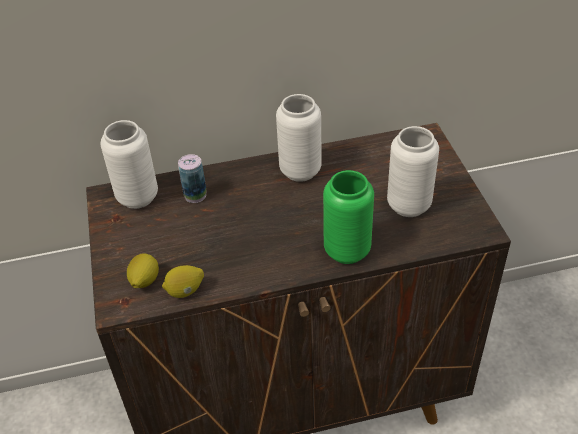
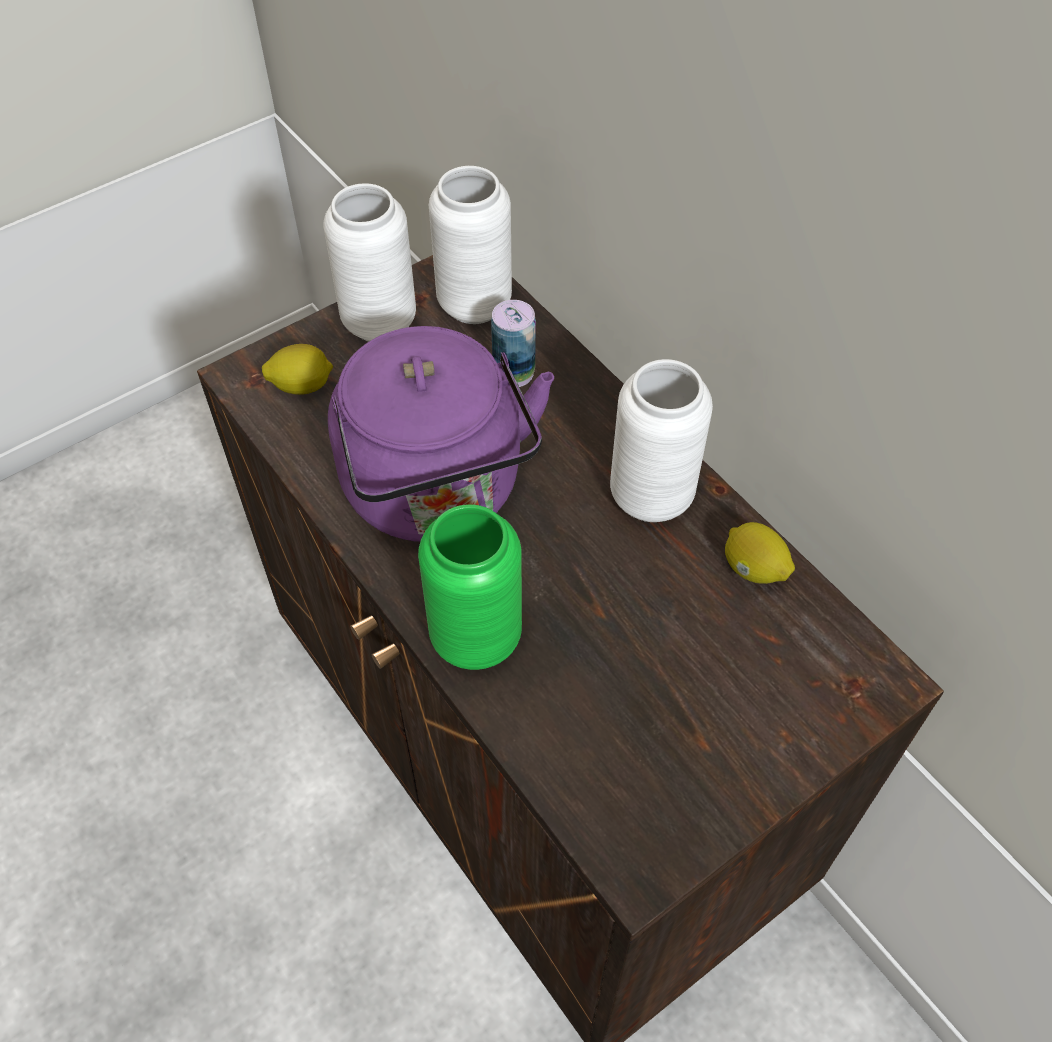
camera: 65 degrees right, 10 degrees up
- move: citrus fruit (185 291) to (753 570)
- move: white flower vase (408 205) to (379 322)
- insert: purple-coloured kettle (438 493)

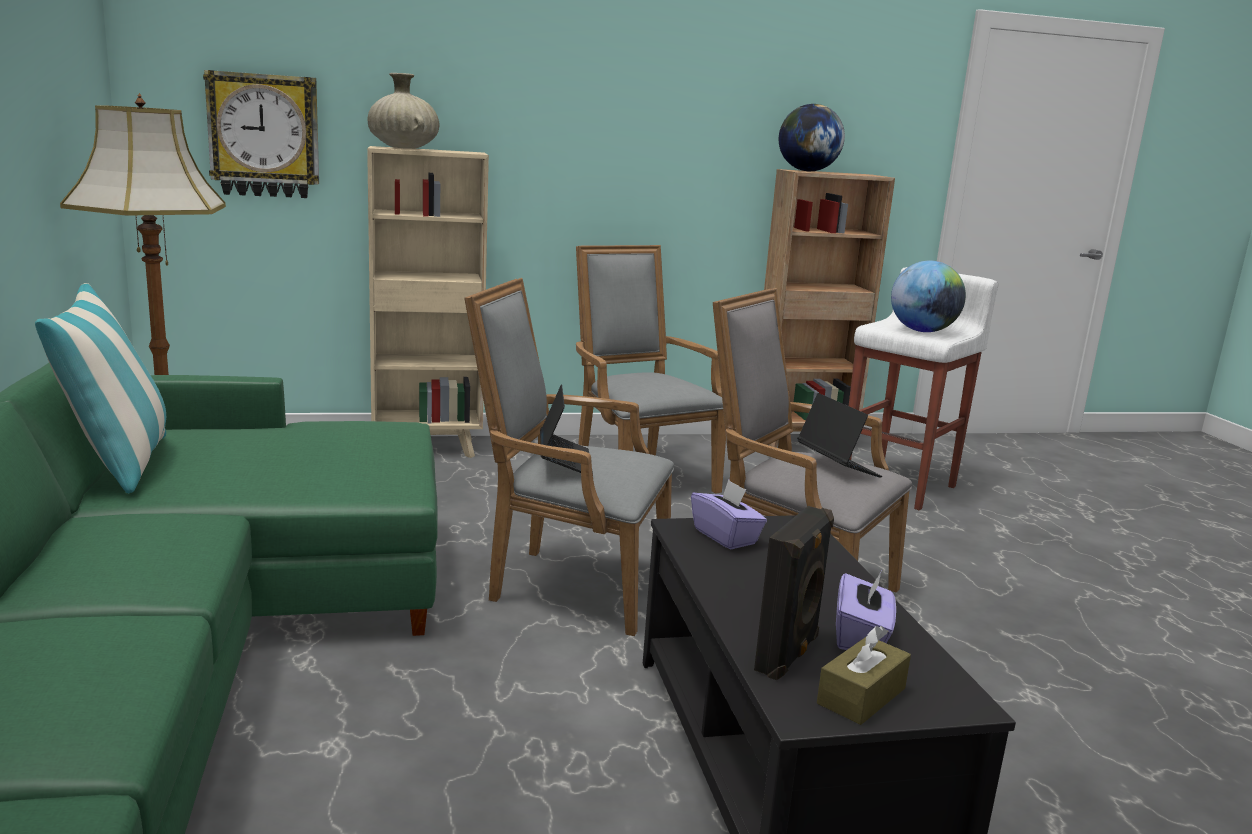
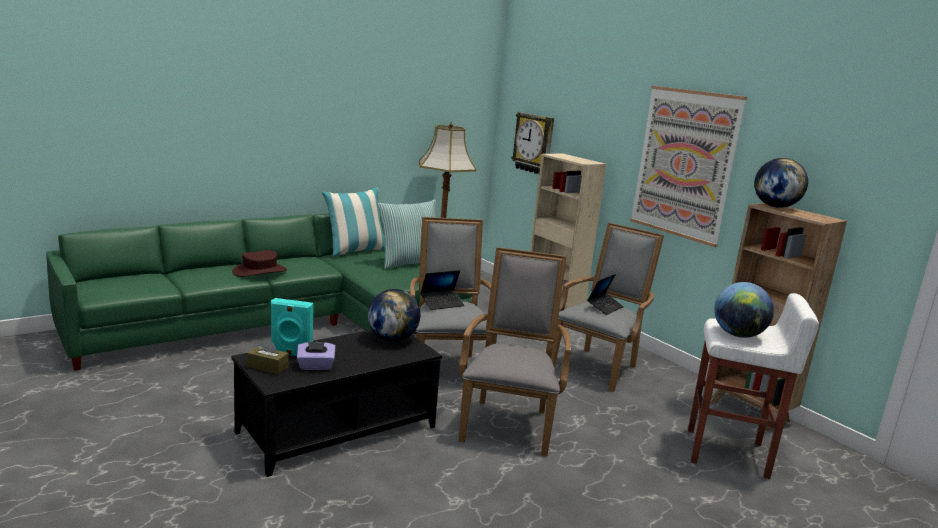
camera: 65 degrees right, 0 degrees up
- delete: beige-coloured flower vase (403 148)
- replace: purple-coloured tissue box (726 536) to world globe (392 339)
- recolor: black-coloured speaker (789 655) to turquoise-coloured speaker (291 354)
- move: notebook computer (837 466) to (604 307)
- insert: brown-coloured hat (259 271)
- insert: cushion (408 263)
- insert: picture (684 164)

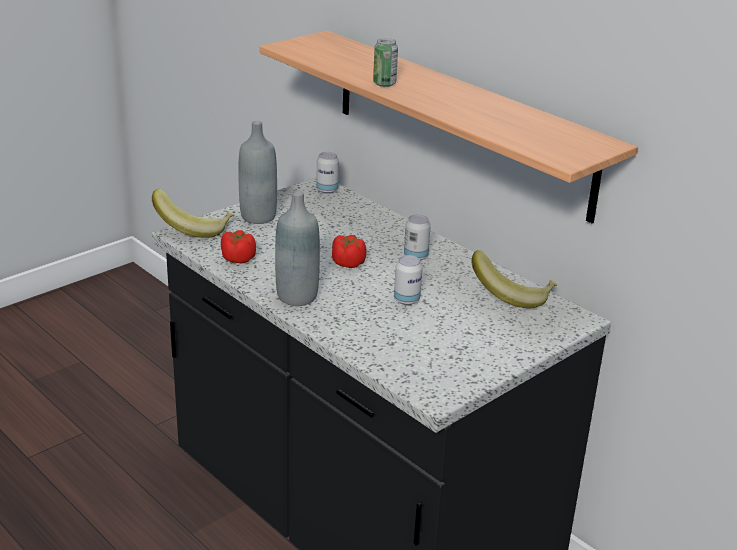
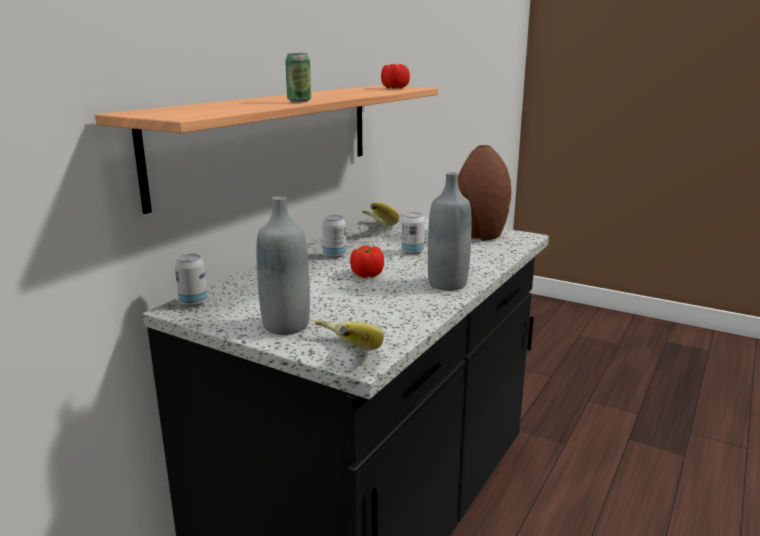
camera: 105 degrees left, 10 degrees down
- move: whole tomato (238 259) to (395 88)
- insert: brown-coloured flower vase (480 235)

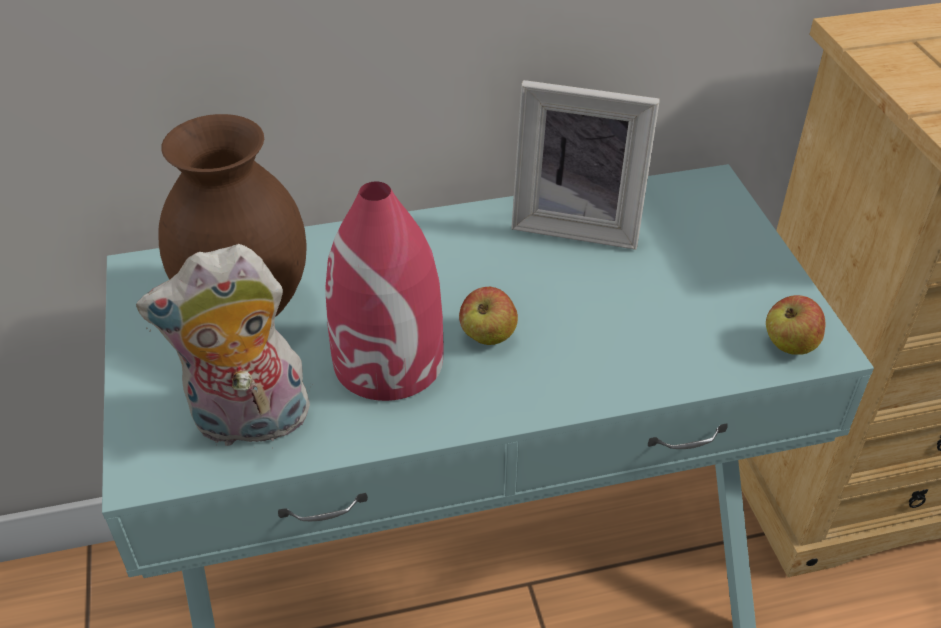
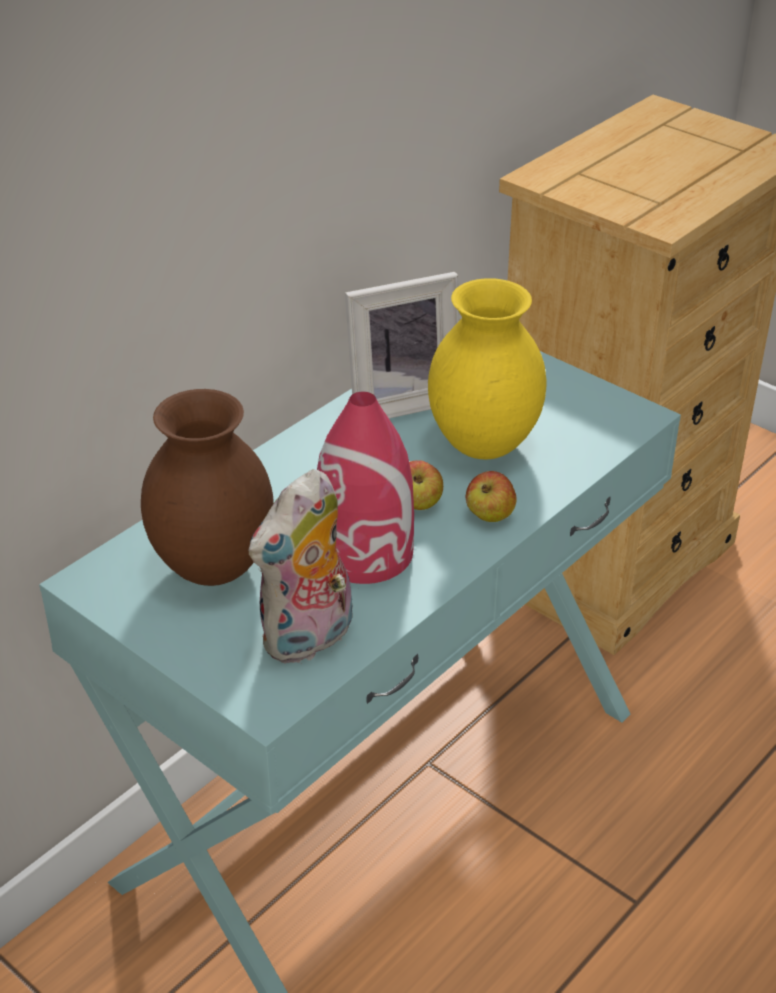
camera: 35 degrees left, 5 degrees down
- move: whole apple (790 344) to (490 515)
- insert: yellowish flower vase (484 447)

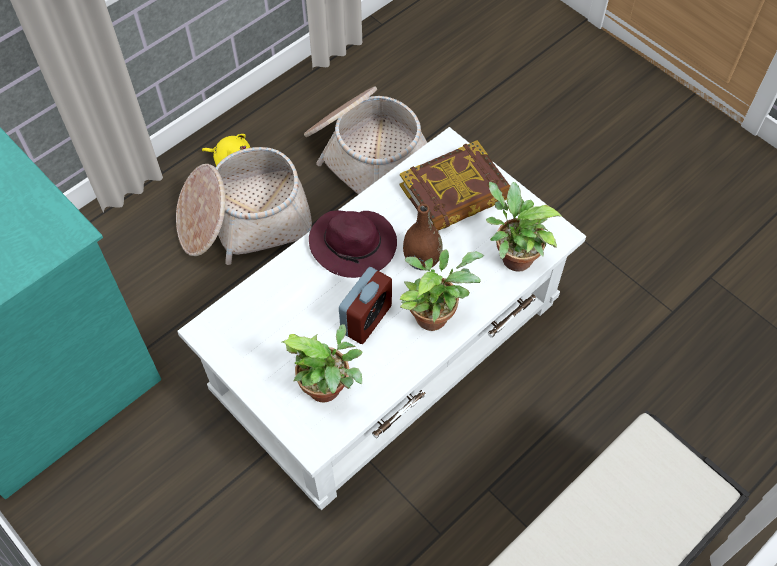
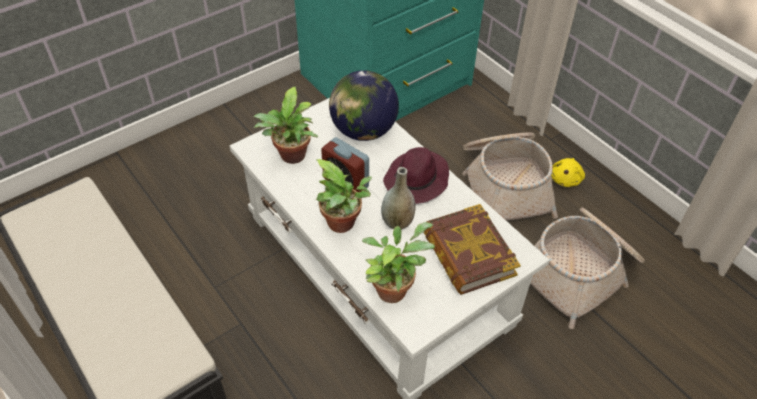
camera: 95 degrees right, 10 degrees down
- recolor: brown-coloured flower vase (422 260) to gray flower vase (397 222)
- insert: world globe (364 131)

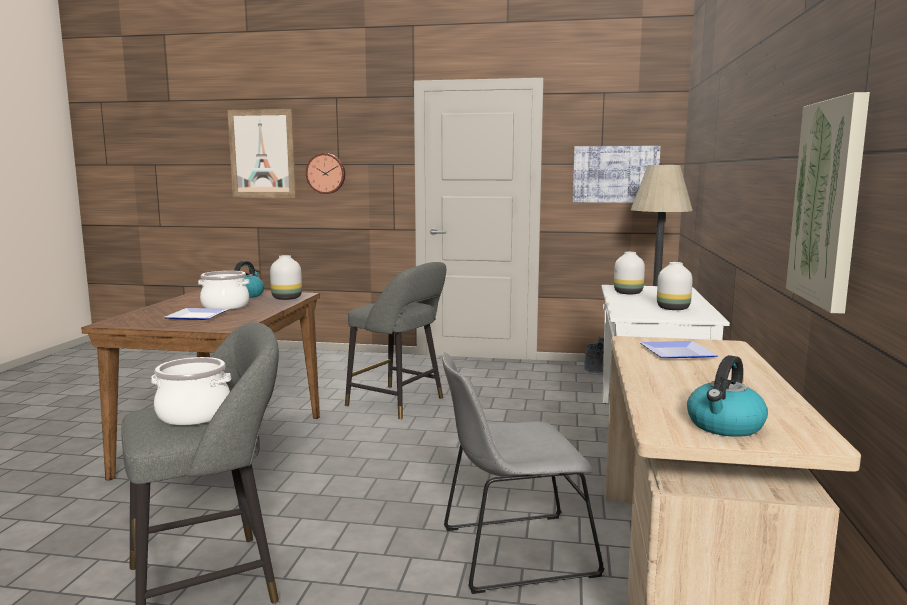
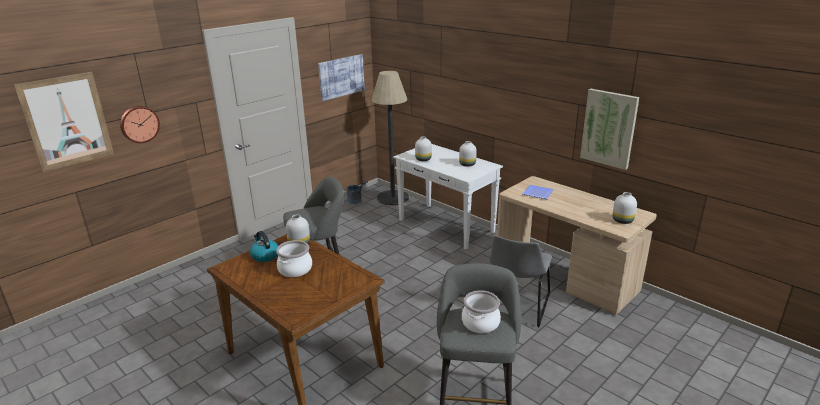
camera: 55 degrees left, 15 degrees up
- delete: plate (199 316)
- replace: kettle (725 426) to white flower vase (622 220)

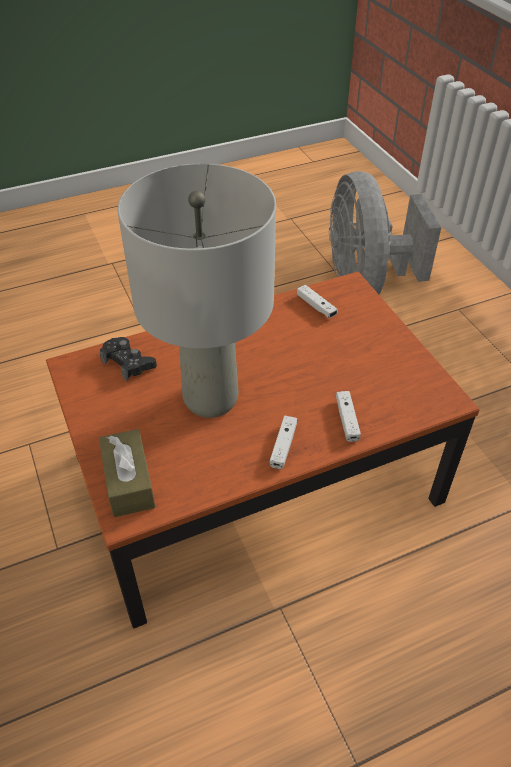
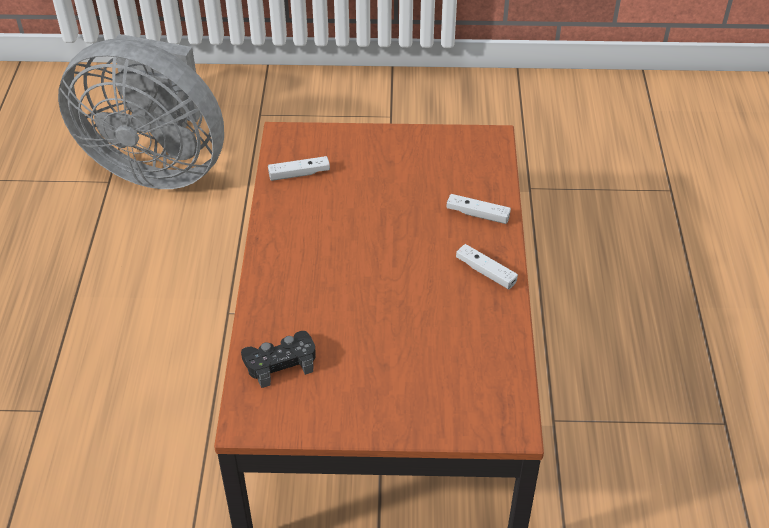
camera: 65 degrees left, 0 degrees up
- delete: brown-coloured tissue box (128 481)
- delete: gray tabletop lamp (209 398)

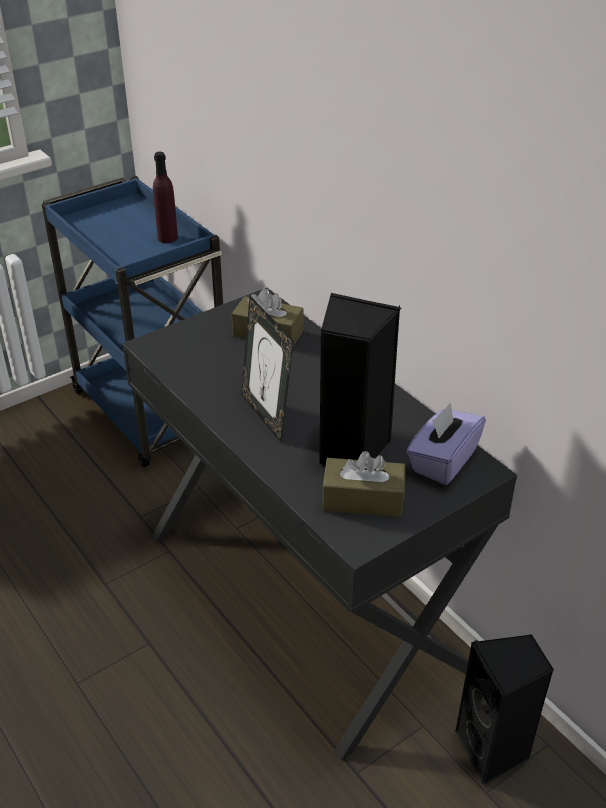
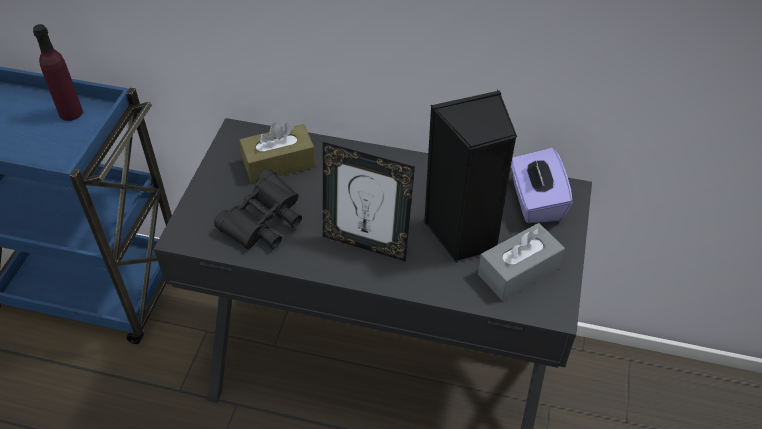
camera: 40 degrees left, 10 degrees up
- recolor: brown-coloured tissue box (363 499) to gray tissue box (518 271)
- delete: black-coloured speaker (494 750)
- insert: black-coloured pair of binoculars (264 224)

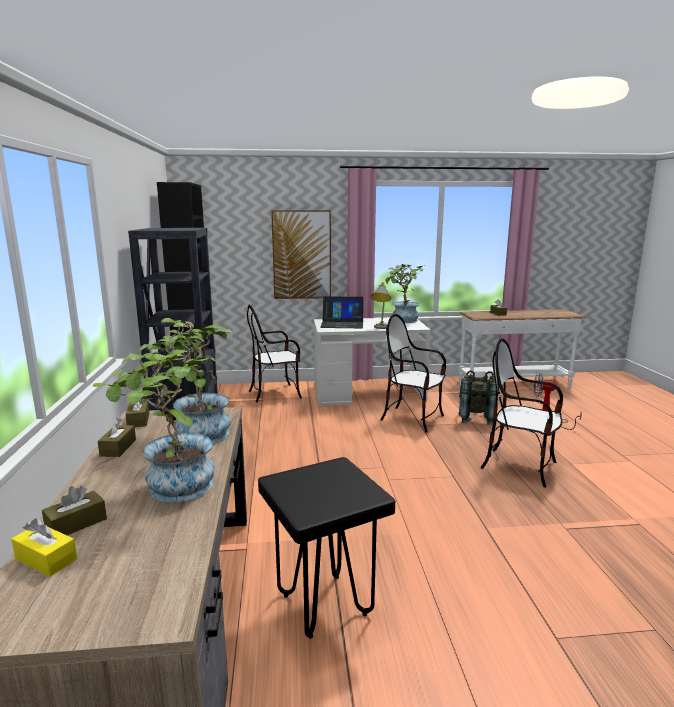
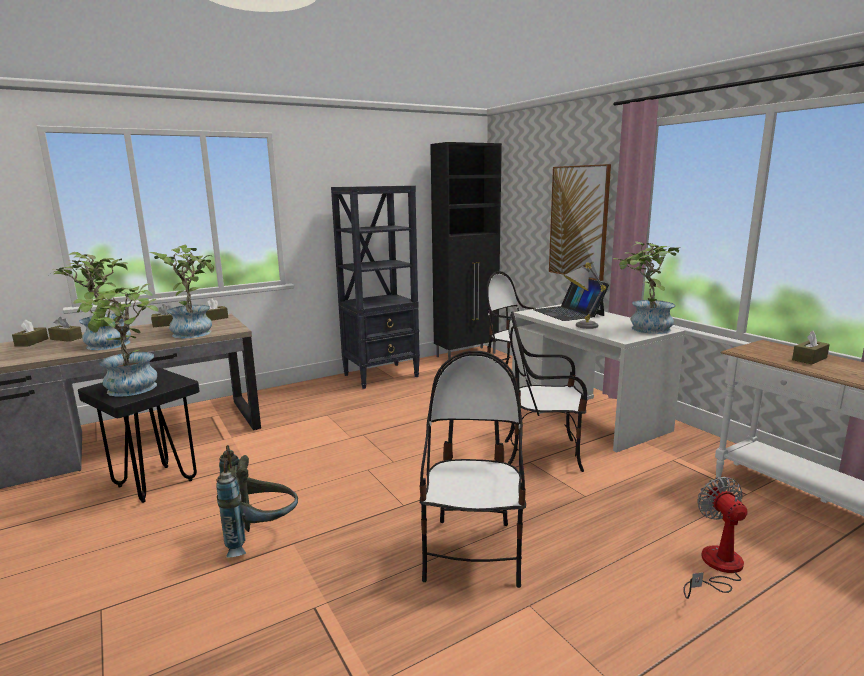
camera: 65 degrees right, 0 degrees up
- recolor: yellowish tissue box (46 559) to brown-coloured tissue box (31 342)
- rotate: upright chair (413 419) = (543 454) 90 degrees counterclockwise
- move: gray knapsack (474 418) to (261 537)
- insert: houseplant (131 390)

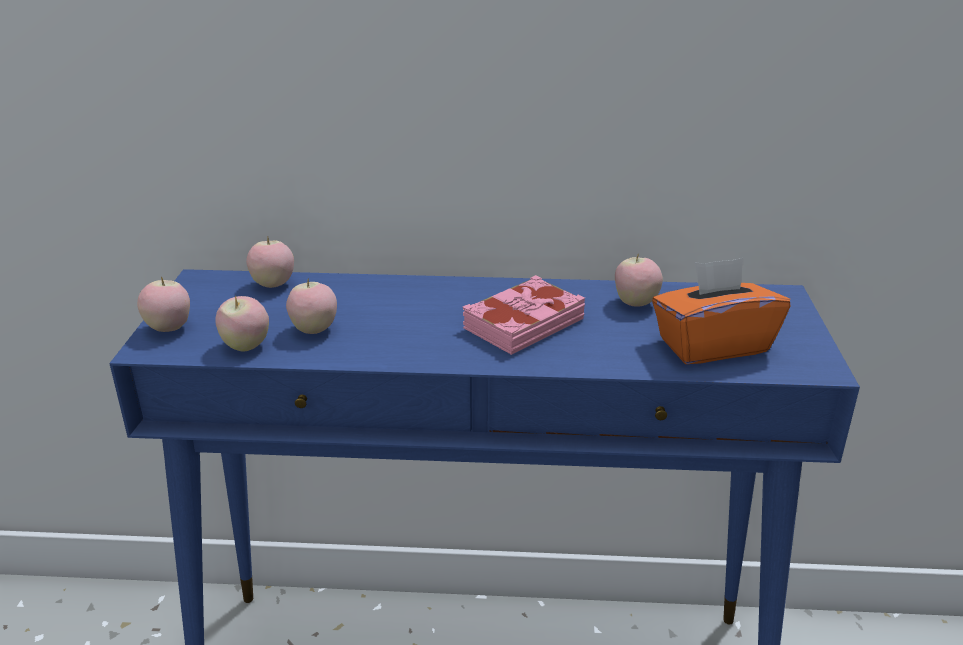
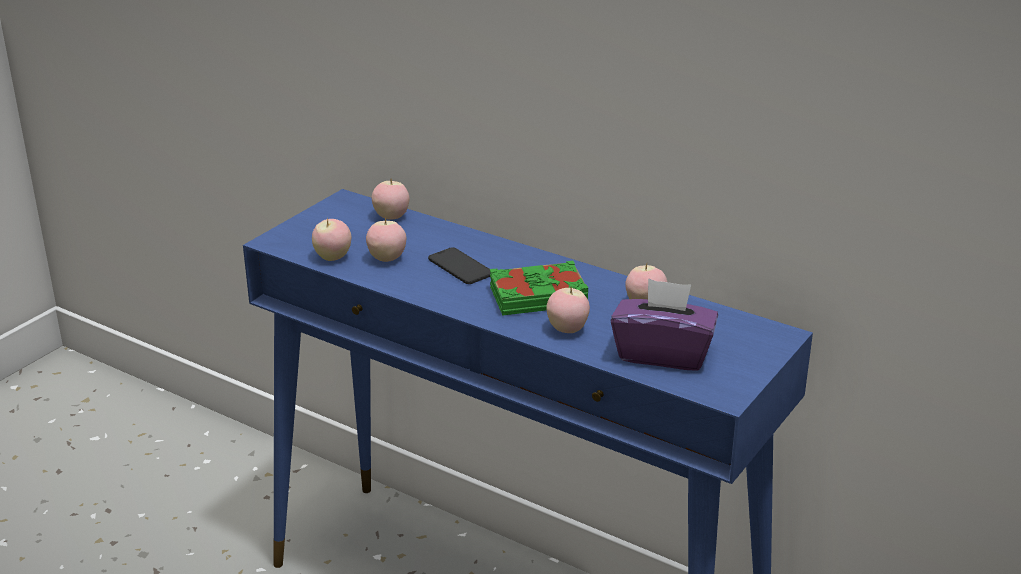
camera: 30 degrees right, 0 degrees up
- move: whole apple (169 328) to (567 330)
- recolor: pink-coloured bound book (522 323) to greenish bound book (537 296)
- recolor: orange tissue box (712 345) to purple-coloured tissue box (663 354)
- insert: phone (460 267)

